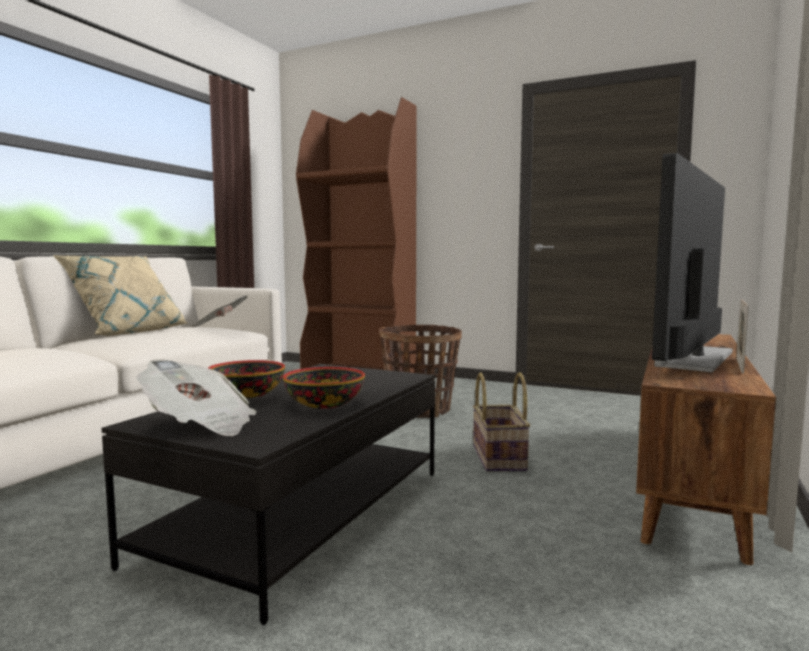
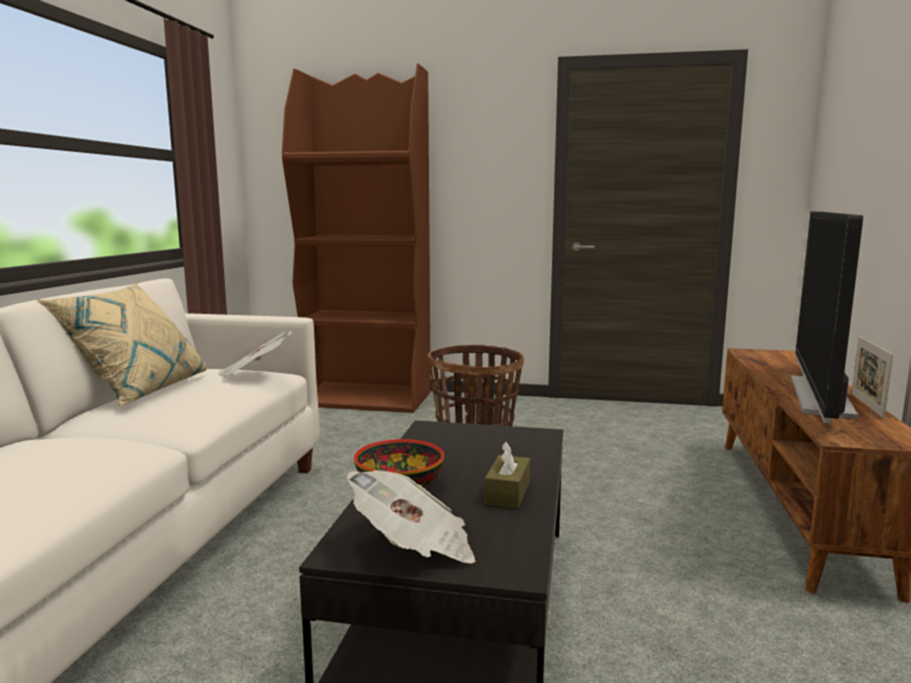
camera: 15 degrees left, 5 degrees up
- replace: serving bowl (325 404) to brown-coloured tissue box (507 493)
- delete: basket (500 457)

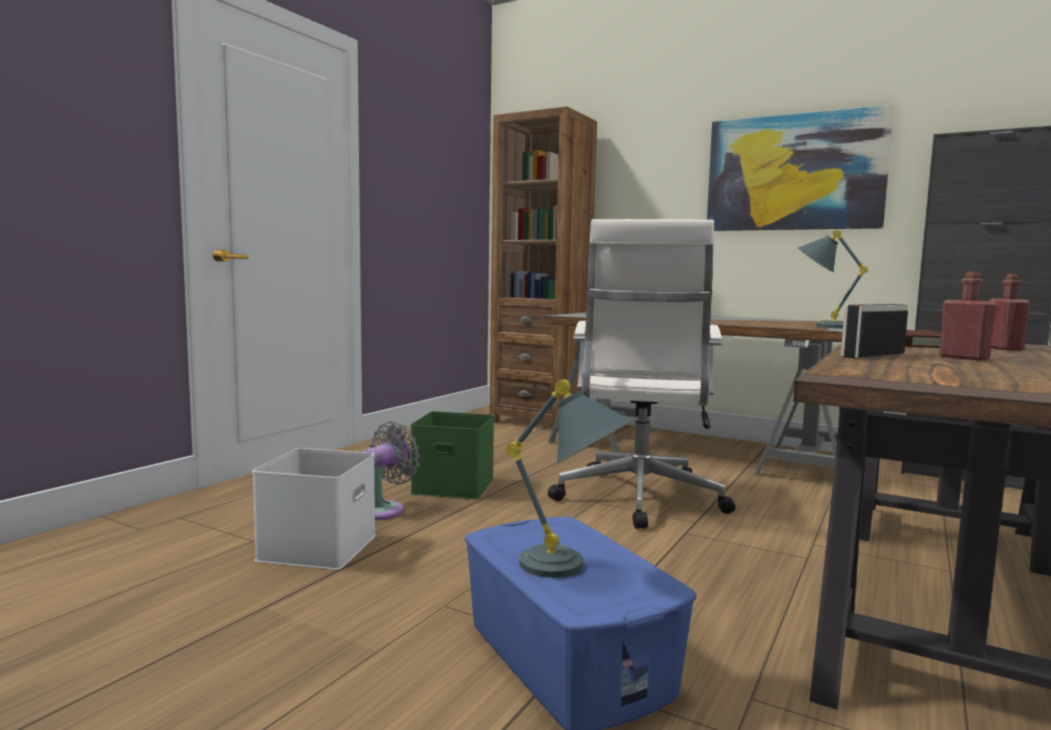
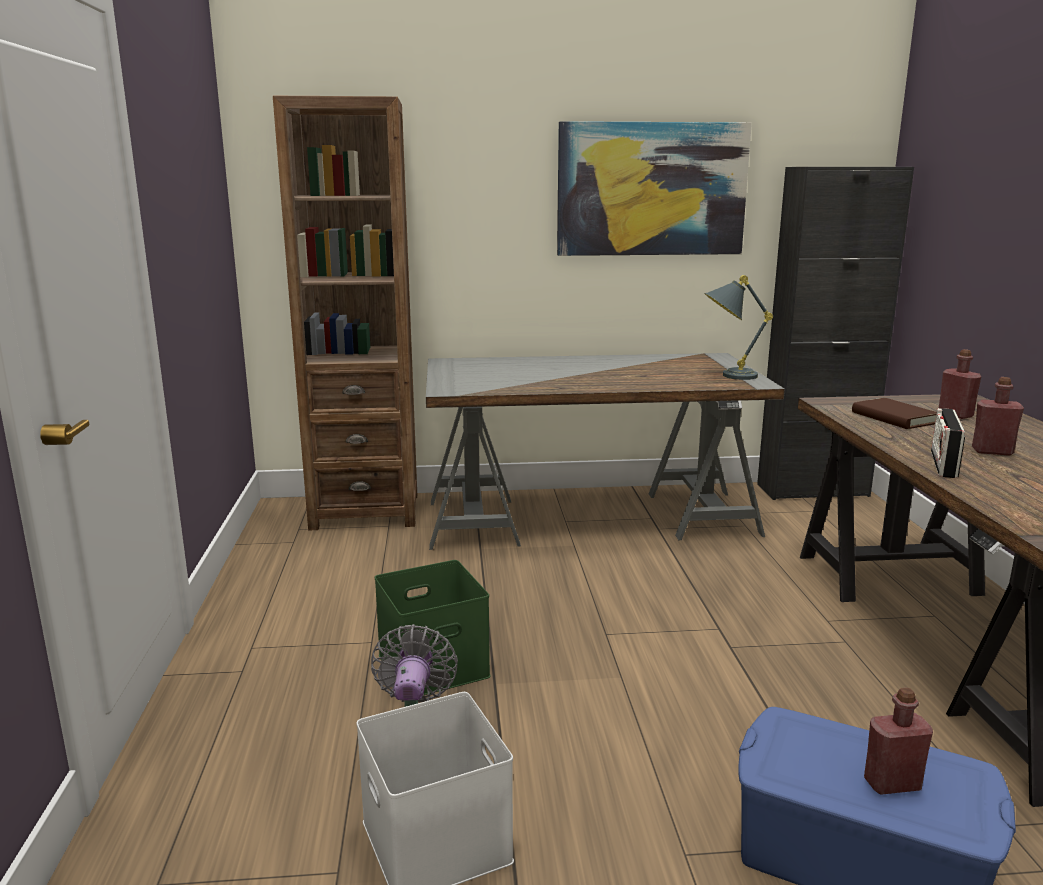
camera: 35 degrees left, 10 degrees up
- replace: gray tabletop lamp (573 569) to red-coloured beverage bottle (892 784)
- delete: white office chair (638 499)

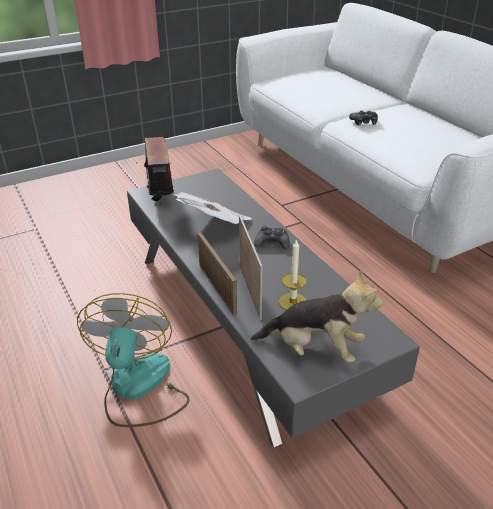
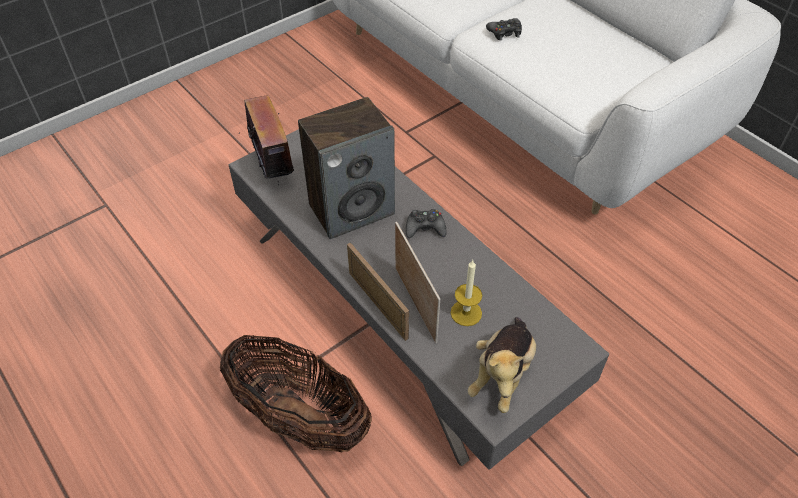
camera: 10 degrees left, 15 degrees up
- replace: electric fan (138 389) to basket (299 417)
- replace: printed paper (214 226) to speaker (352 209)
- rotate: cuddly toy (315 349) = (502 374) 105 degrees clockwise

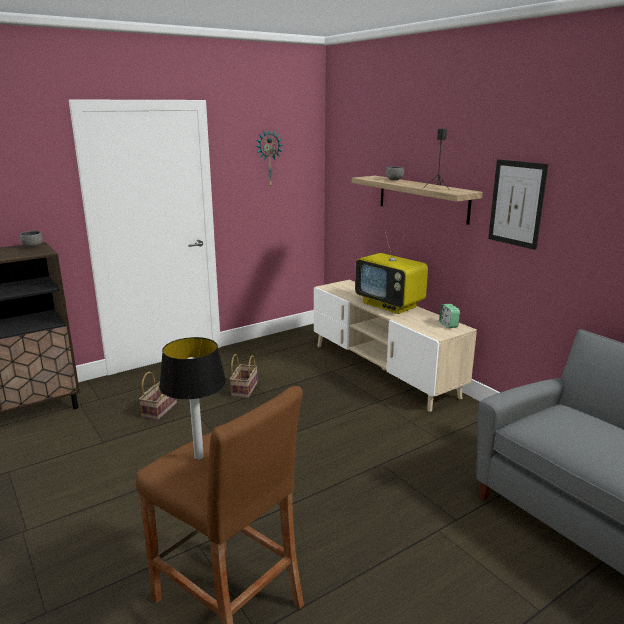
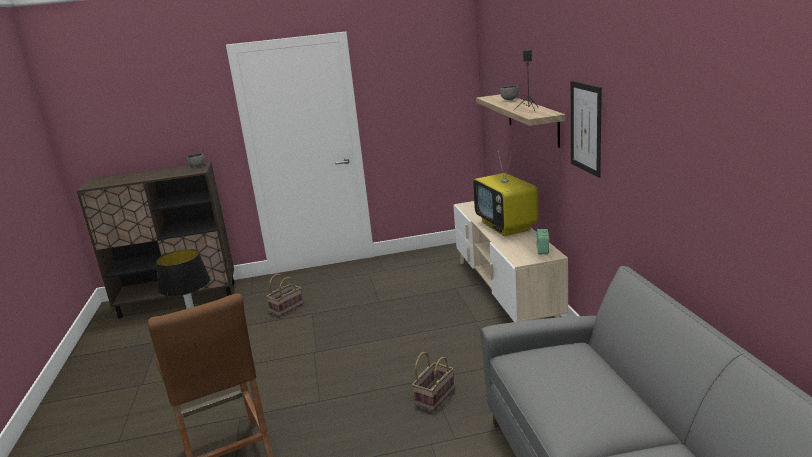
camera: 25 degrees right, 0 degrees up
- move: basket (244 389) to (434 396)
- delete: clock on the wall (268 158)

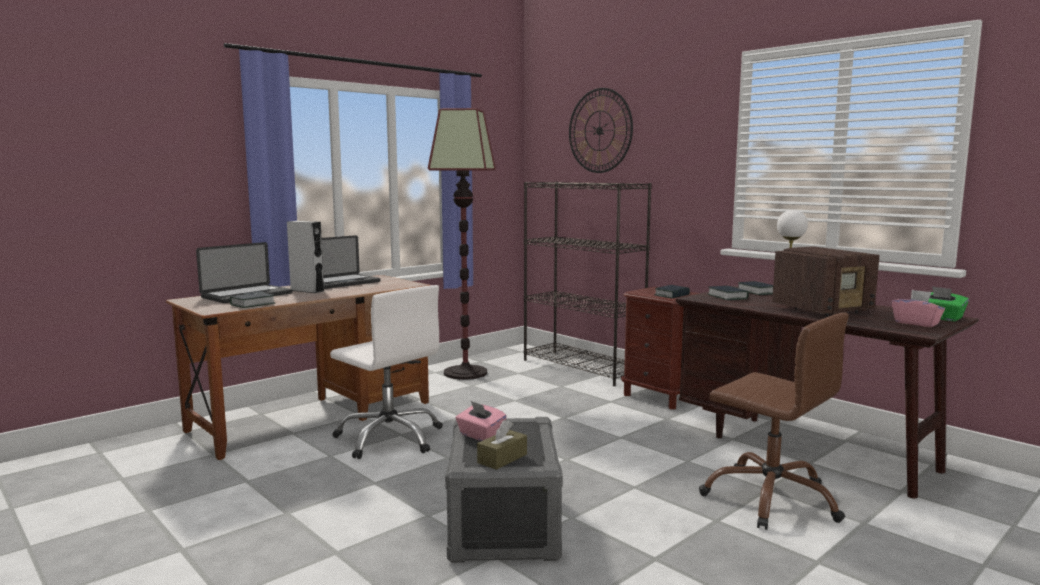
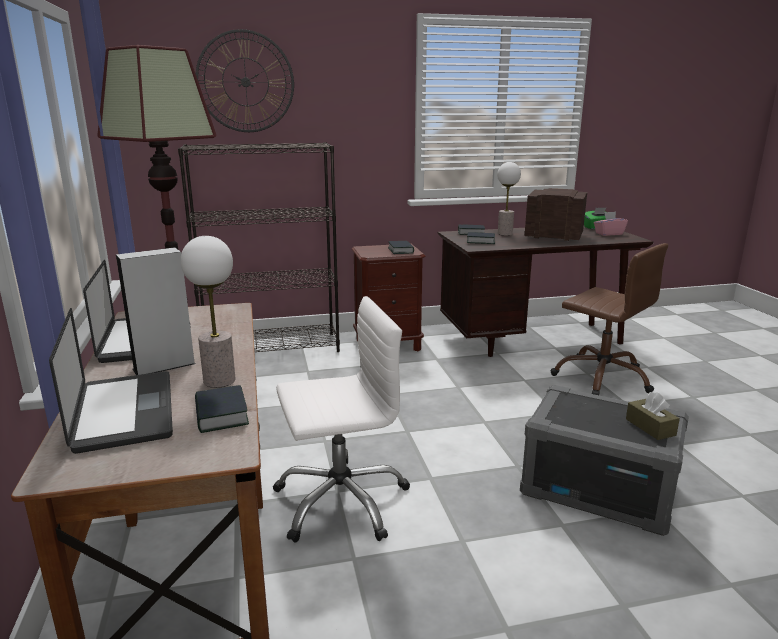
camera: 60 degrees left, 10 degrees up
- delete: pink-coloured tissue box (480 436)
- rotate: brown-coloured office chair (771 498) = (602 377) 60 degrees clockwise
- rotate: radio set (823 310) = (552 237) 75 degrees counterclockwise
- insert: tabletop lamp (219 380)

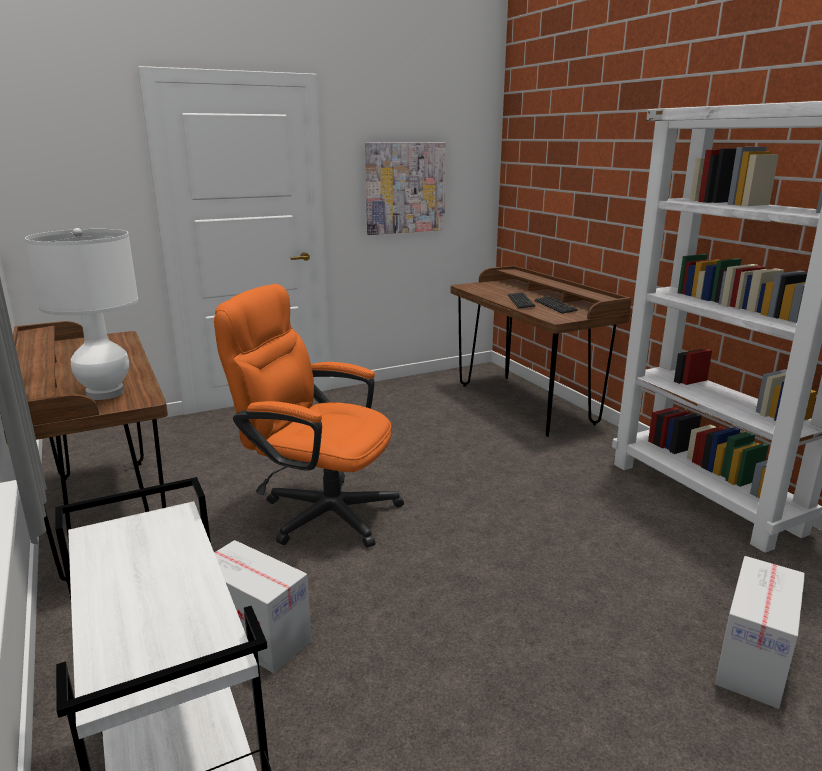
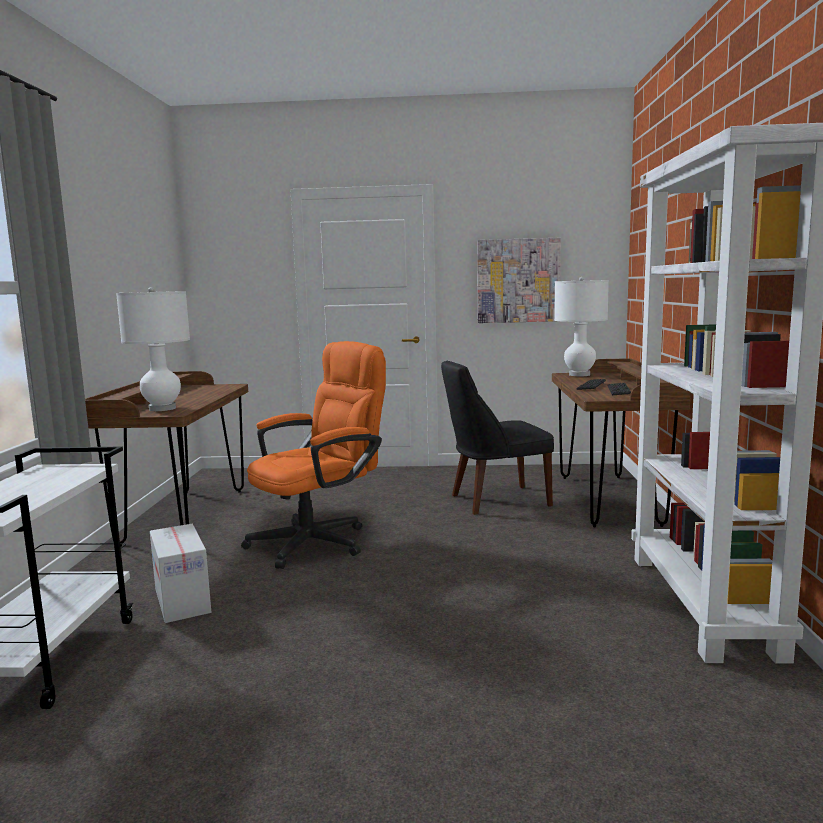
camera: 30 degrees right, 10 degrees down
- rotate: orange office chair (319 511) = (320 541) 90 degrees clockwise
- delete: cardboard box (752 661)
- insert: black-coloured upright chair (495 500)
- insert: white tabletop lamp (579 375)

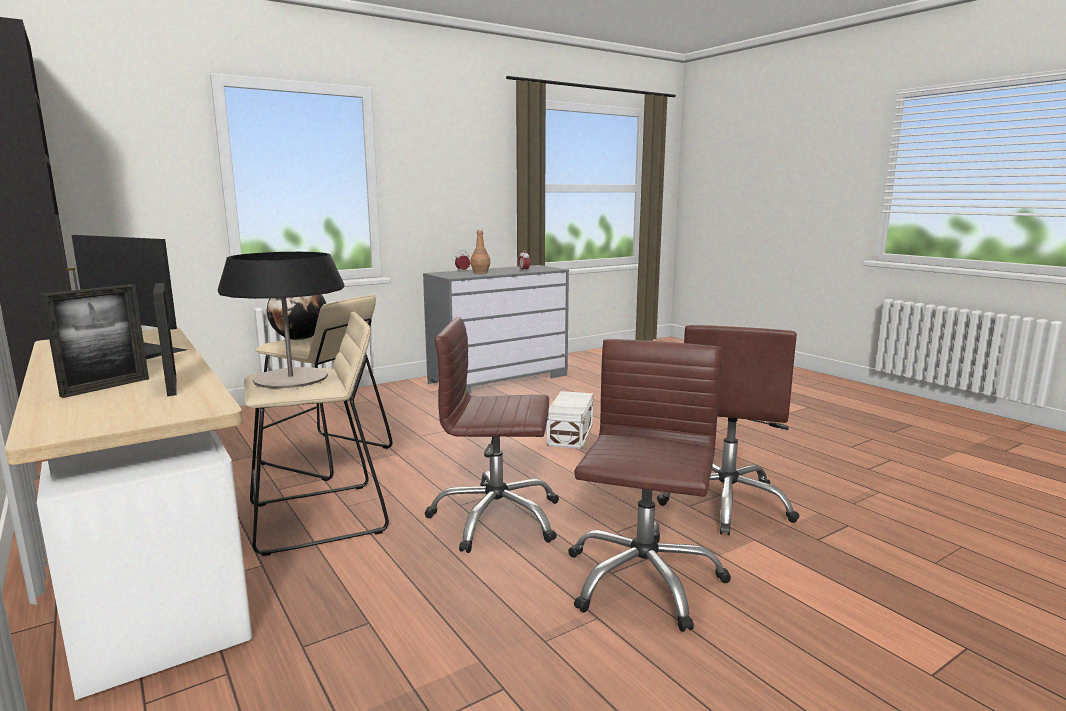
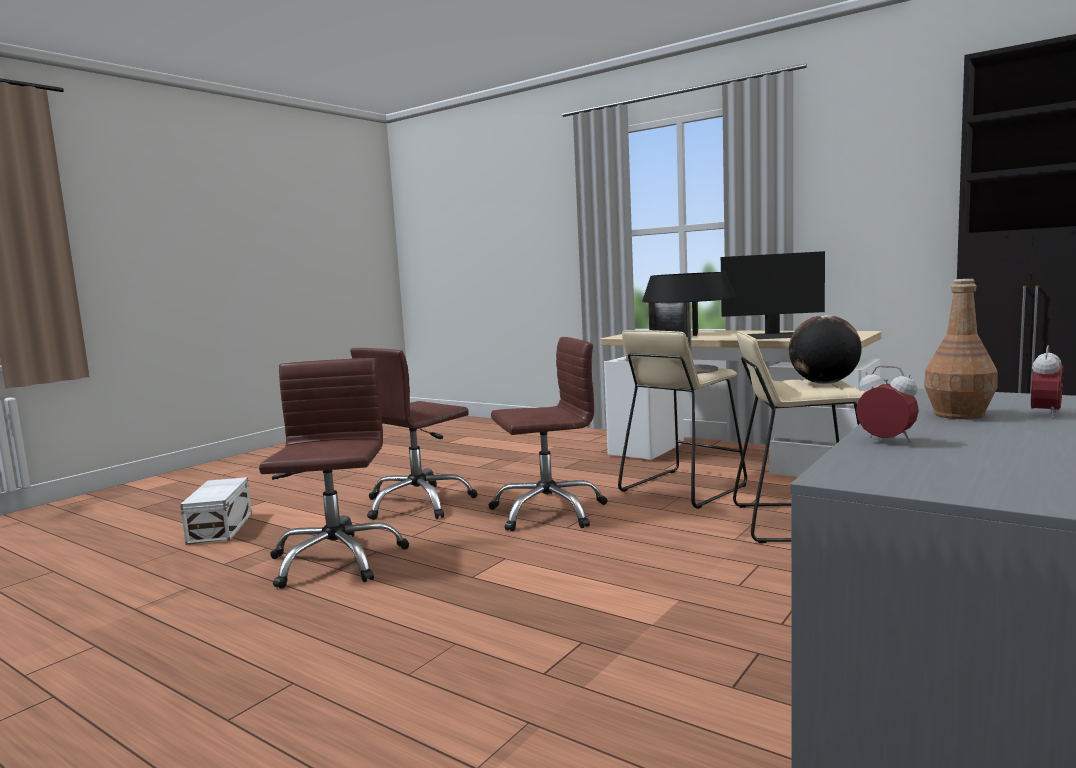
camera: 160 degrees right, 5 degrees down
- move: white storage container (569 435) to (222 528)
- rotate: brown-coloured office chair (642 580) = (418 503) 45 degrees clockwise

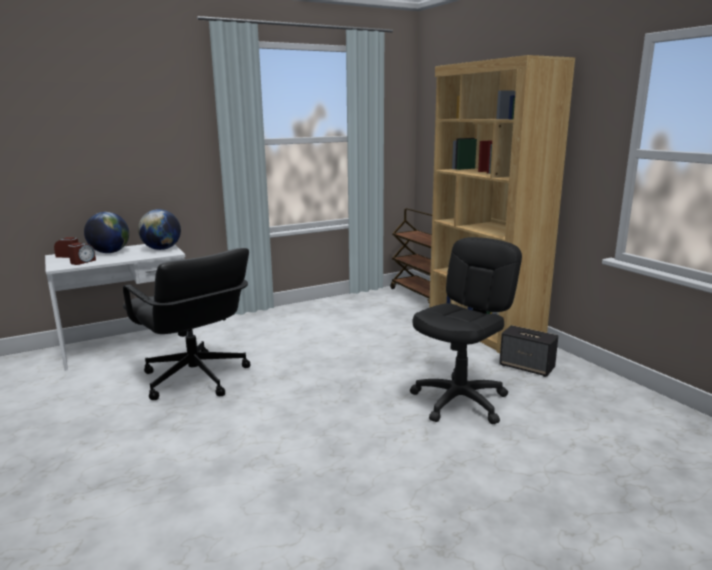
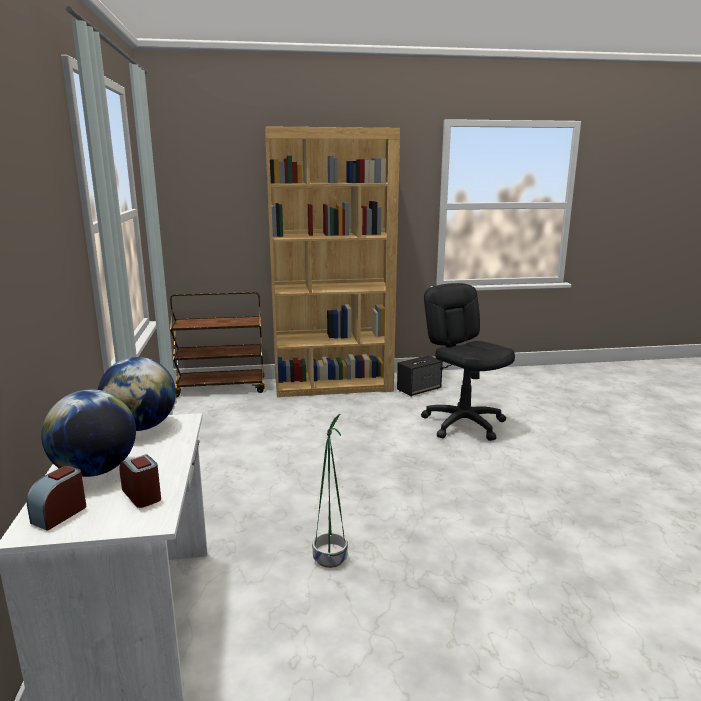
camera: 70 degrees left, 0 degrees up
- replace: black-coloured office chair (195 379) to greenish flower pot (331 558)

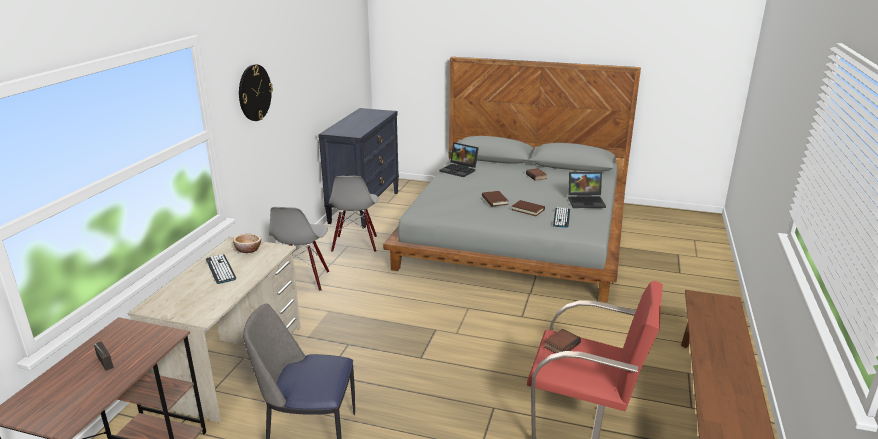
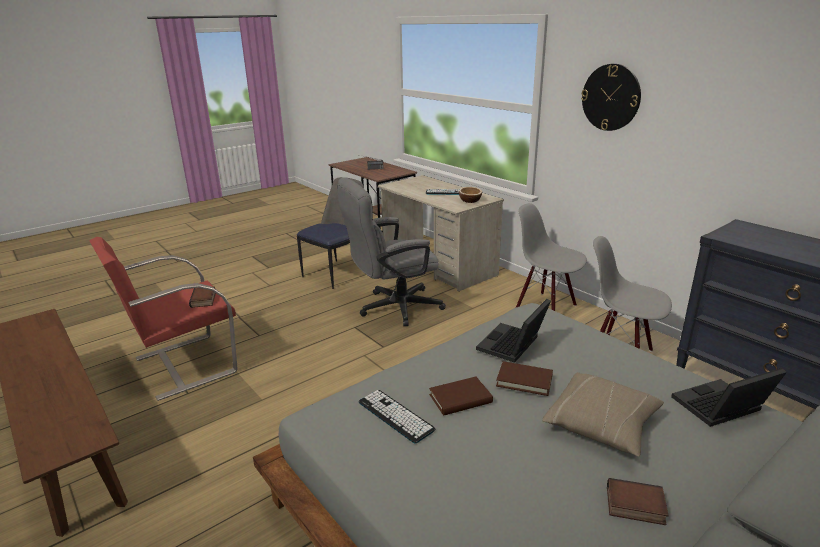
camera: 125 degrees right, 0 degrees up
- move: notebook computer (586 201) to (512 346)
- insert: gray office chair (393 308)
- insert: beige-coloured cushion (601 425)

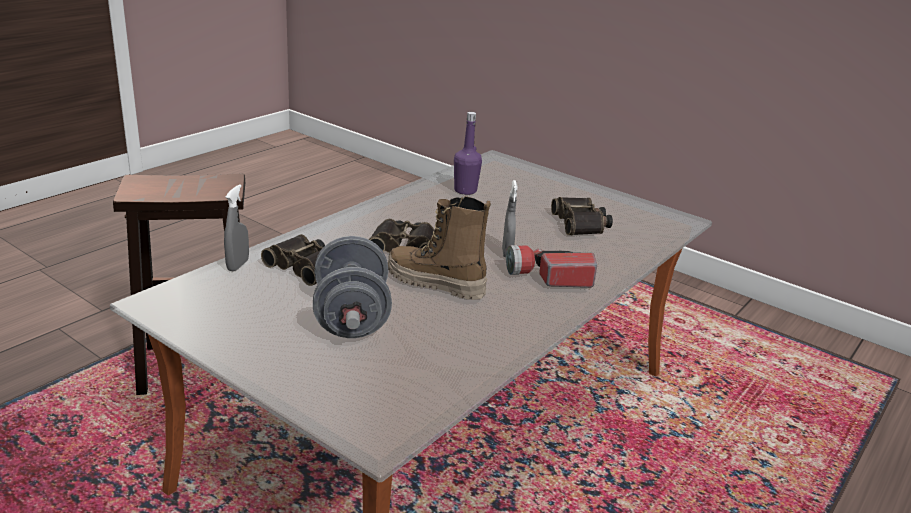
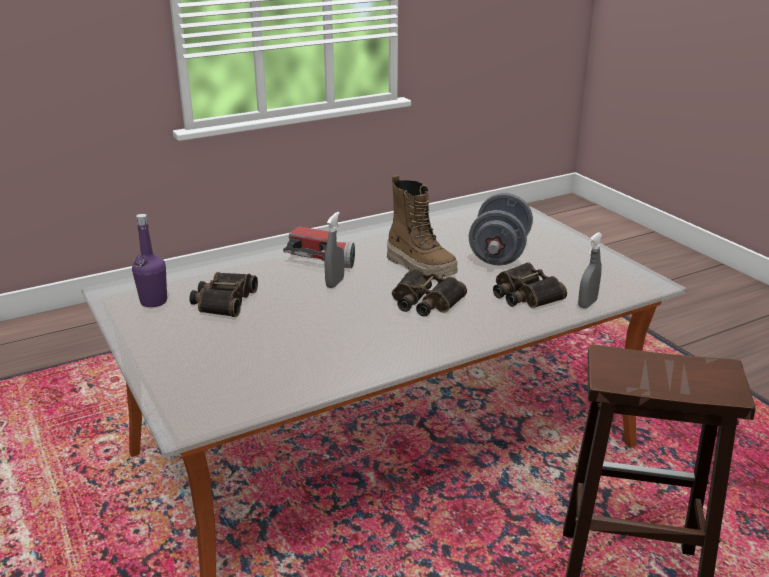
camera: 155 degrees left, 0 degrees up
- move: purple-coloured beverage bottle (465 190) to (153 301)

